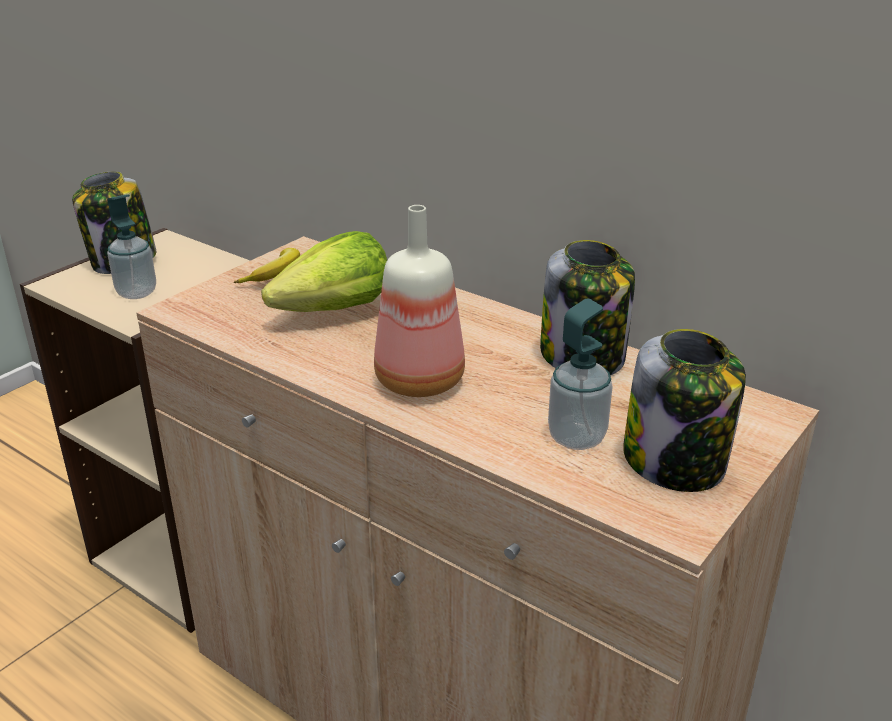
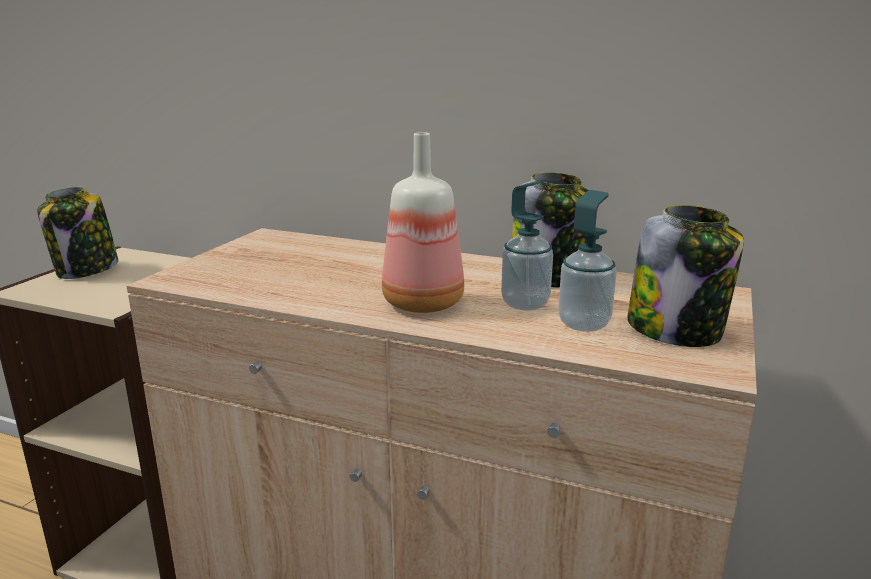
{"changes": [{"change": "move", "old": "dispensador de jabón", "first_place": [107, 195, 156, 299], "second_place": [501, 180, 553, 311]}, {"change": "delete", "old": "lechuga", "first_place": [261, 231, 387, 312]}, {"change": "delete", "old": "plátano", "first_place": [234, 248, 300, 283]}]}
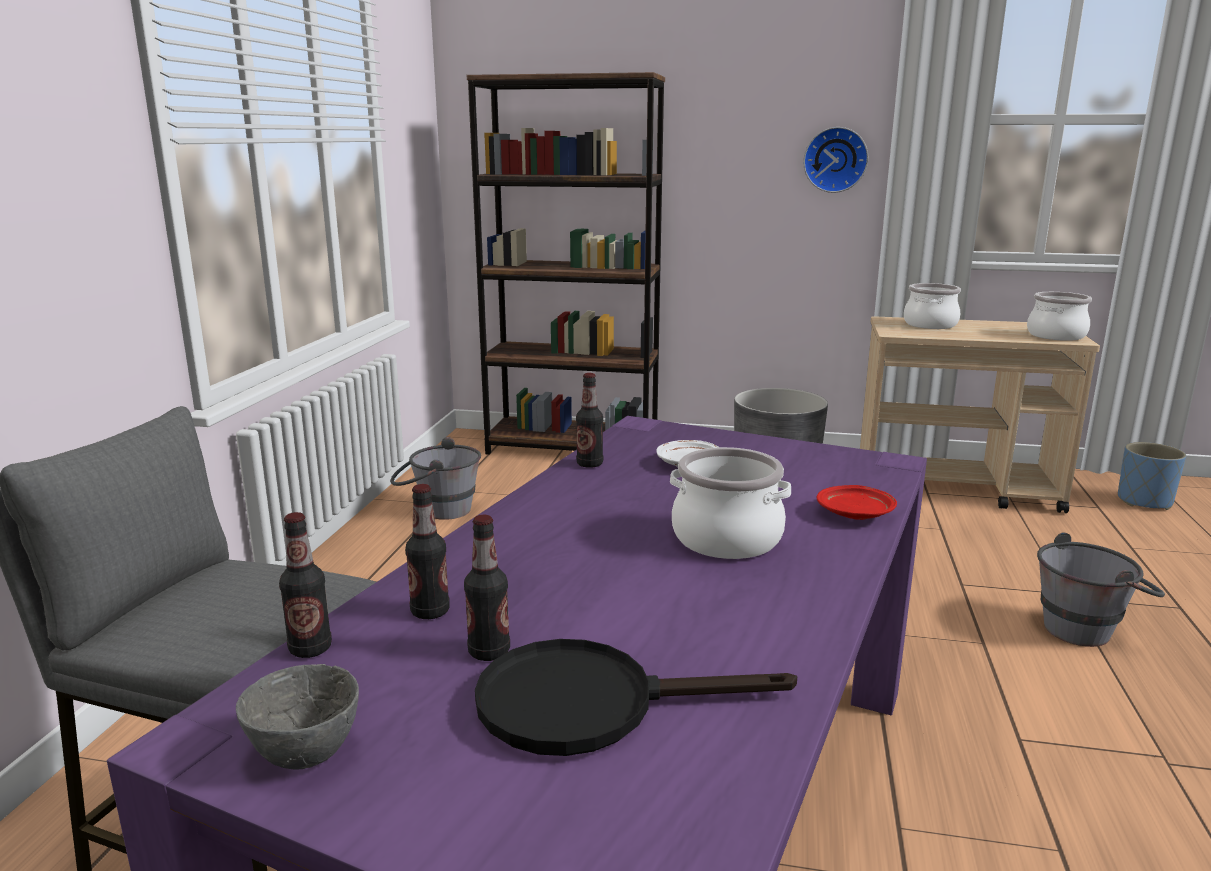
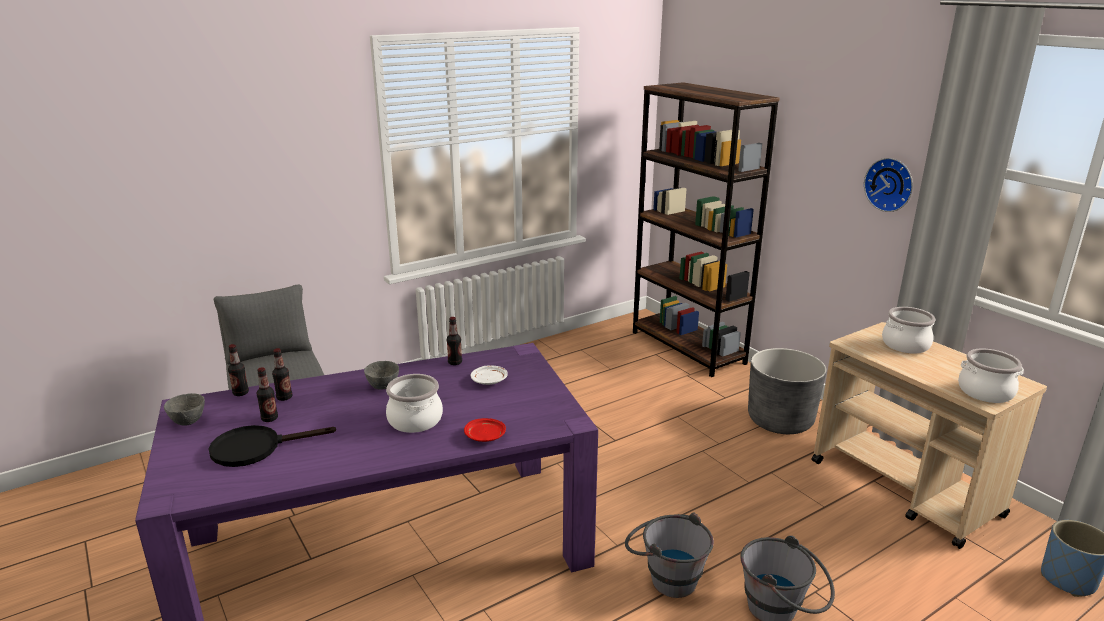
{"changes": [{"change": "move", "old": "cubo/gris", "first_place": [390, 437, 481, 520], "second_place": [625, 513, 714, 598]}, {"change": "rotate", "old": "sartén/negro", "first_place": [475, 639, 797, 756], "second_place": [208, 425, 336, 467], "degrees": -60}, {"change": "insert", "new": "cuenco/gris", "second_place": [364, 361, 399, 390]}]}
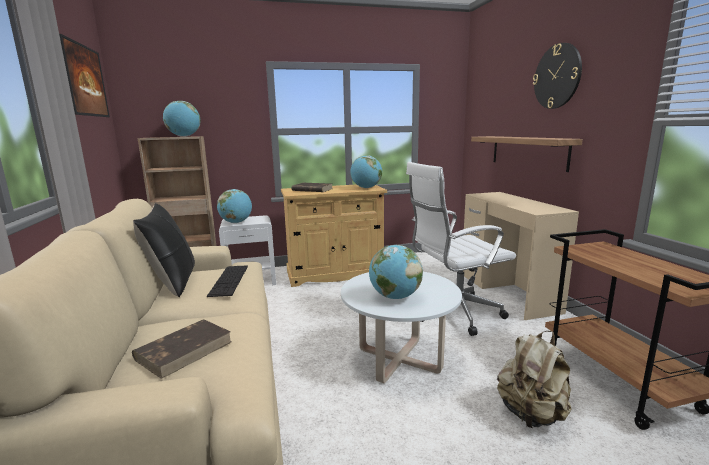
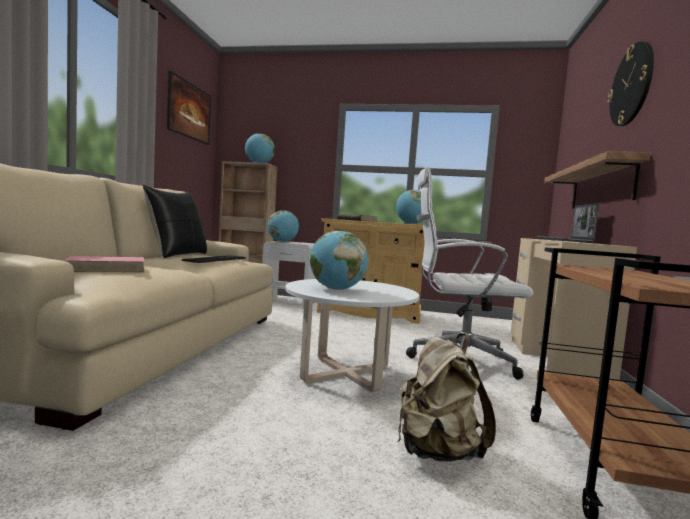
{"changes": [{"change": "recolor", "old": "libro/marrón", "new": "libro/rosa", "first_place": [132, 319, 232, 379], "second_place": [64, 256, 145, 272]}, {"change": "insert", "new": "portátil", "second_place": [536, 203, 599, 243]}]}
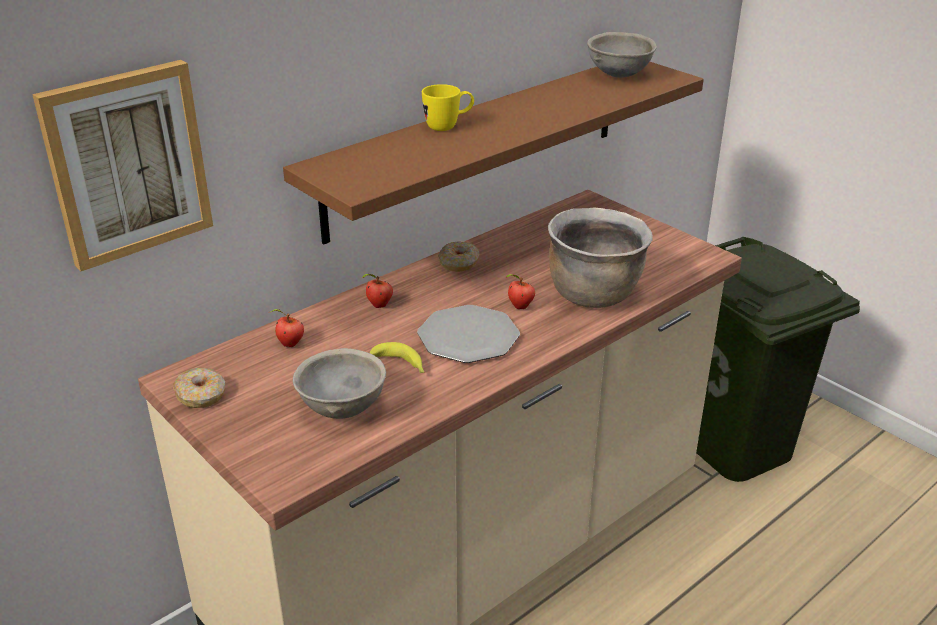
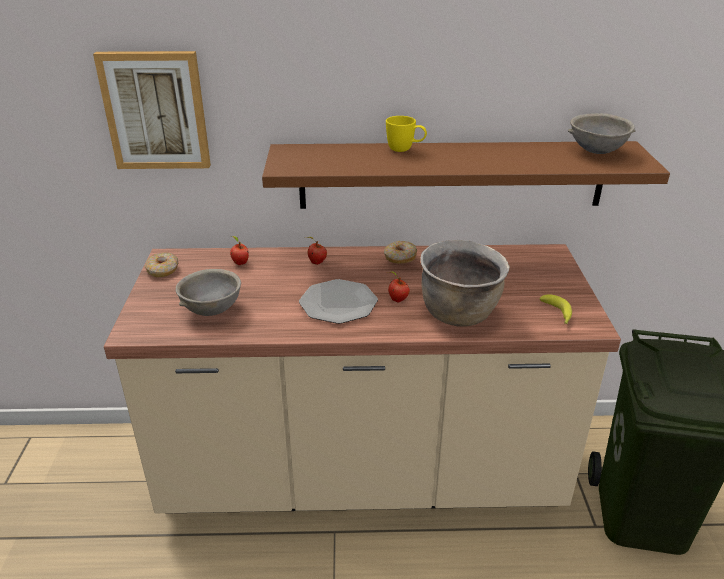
{"changes": [{"change": "move", "old": "plátano", "first_place": [370, 342, 425, 373], "second_place": [539, 295, 572, 324]}]}
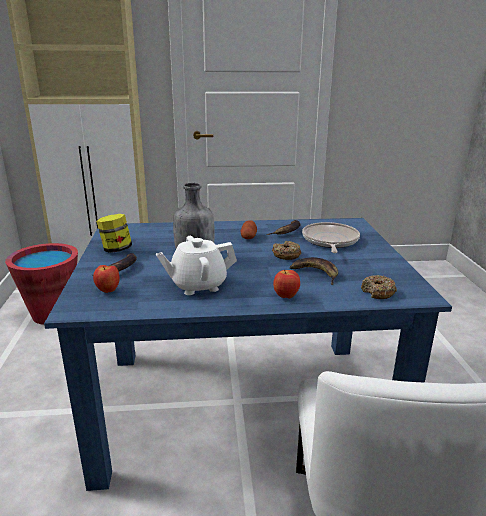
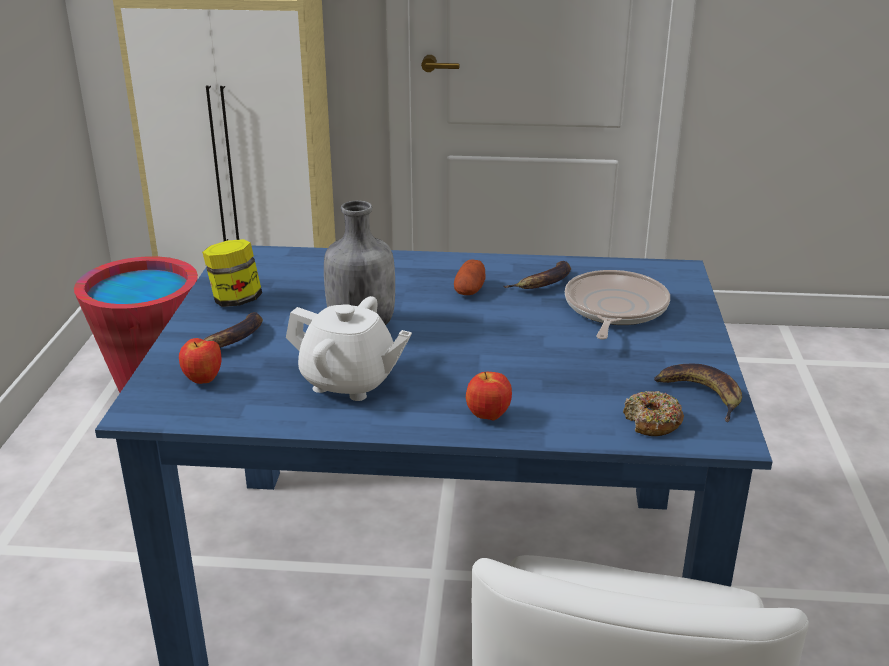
{"changes": [{"change": "rotate", "old": "tetera/blanco", "first_place": [156, 236, 237, 295], "second_place": [286, 296, 412, 401], "degrees": -150}, {"change": "delete", "old": "rosquilla", "first_place": [272, 241, 301, 260]}, {"change": "move", "old": "plátano", "first_place": [290, 257, 338, 285], "second_place": [654, 363, 742, 422]}]}
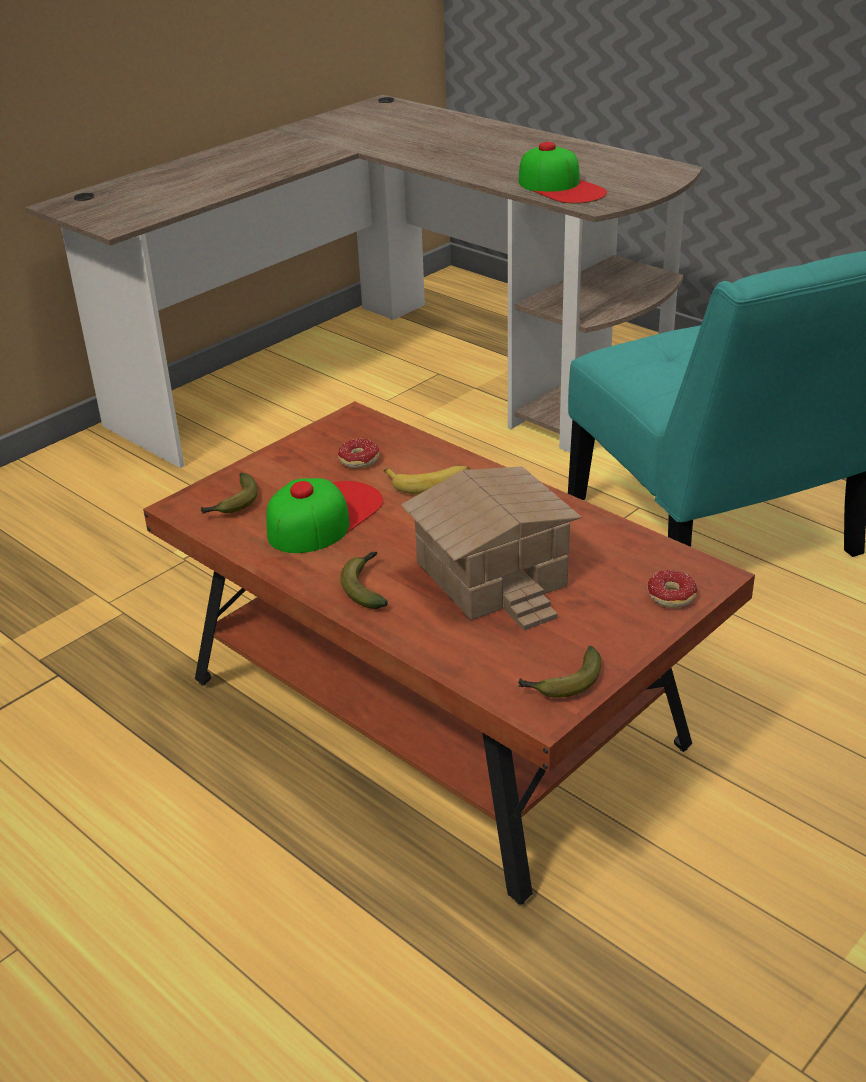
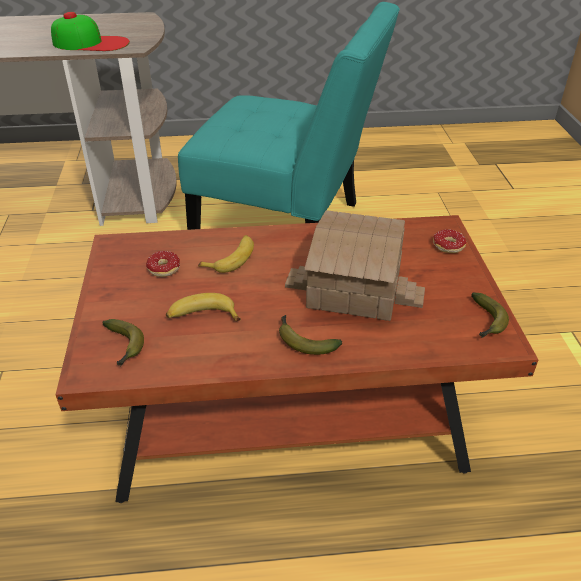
{"changes": [{"change": "replace", "old": "gorra", "new": "plátano", "first_place": [266, 478, 383, 553], "second_place": [166, 293, 241, 321]}]}
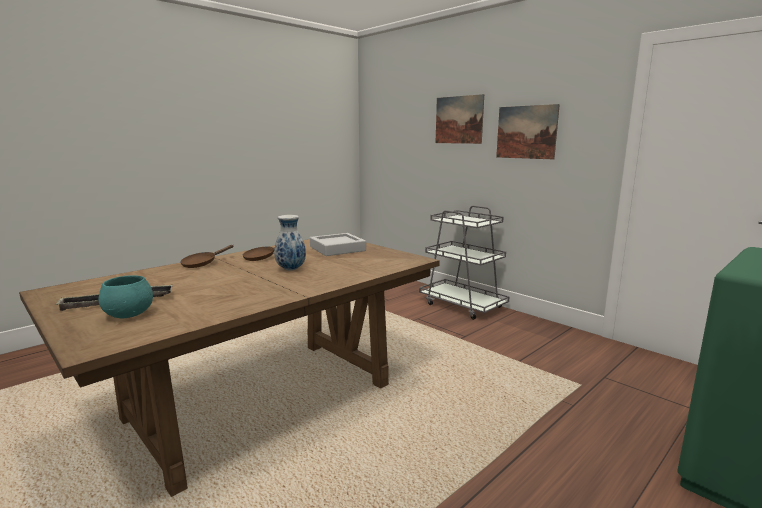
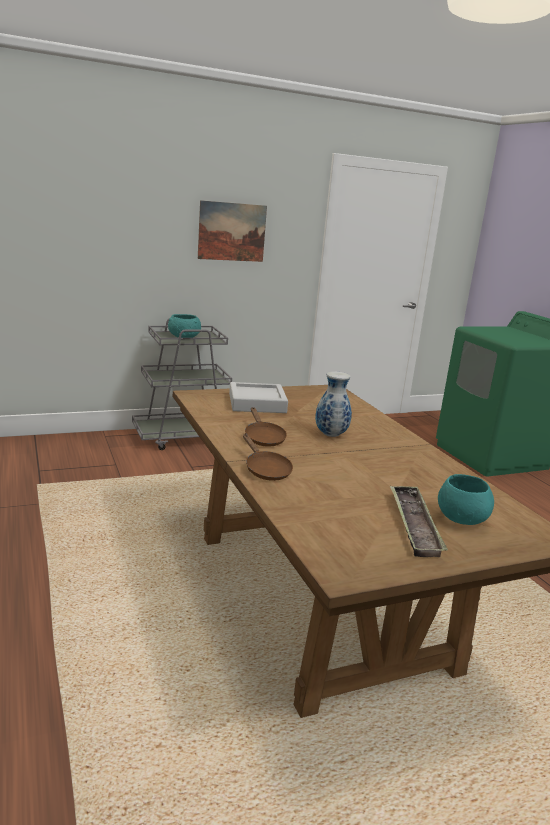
{"changes": [{"change": "delete", "old": "cuadro", "first_place": [436, 94, 484, 144]}, {"change": "insert", "new": "cuenco/turquesa", "second_place": [168, 314, 201, 338]}]}
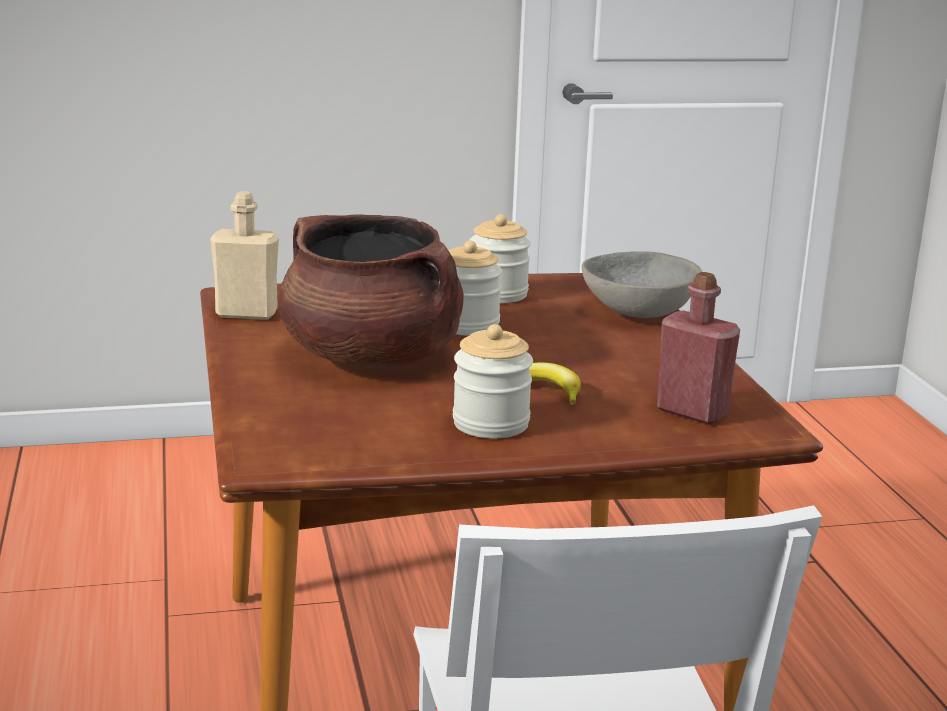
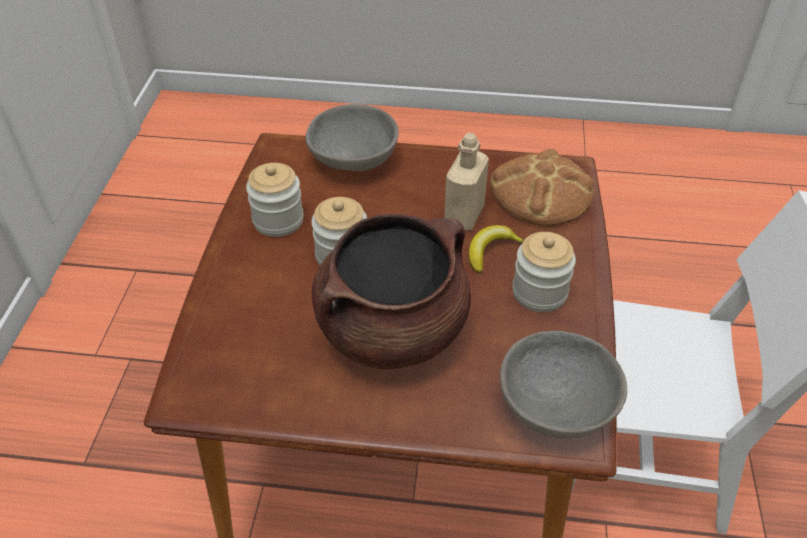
{"changes": [{"change": "move", "old": "botella/beis", "first_place": [210, 191, 279, 320], "second_place": [444, 133, 489, 230]}, {"change": "replace", "old": "botella/rojo", "new": "pan", "first_place": [657, 272, 740, 425], "second_place": [490, 149, 594, 227]}, {"change": "insert", "new": "cuenco/gris", "second_place": [500, 331, 627, 438]}]}
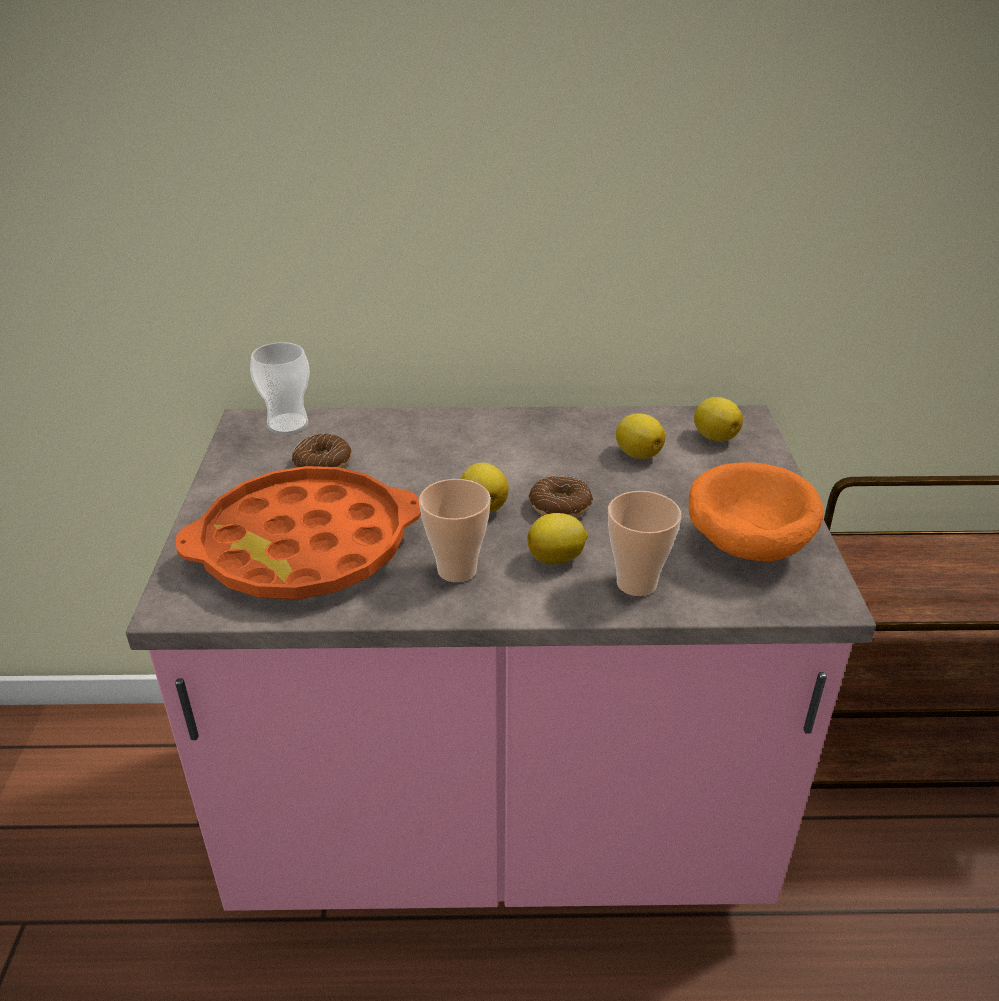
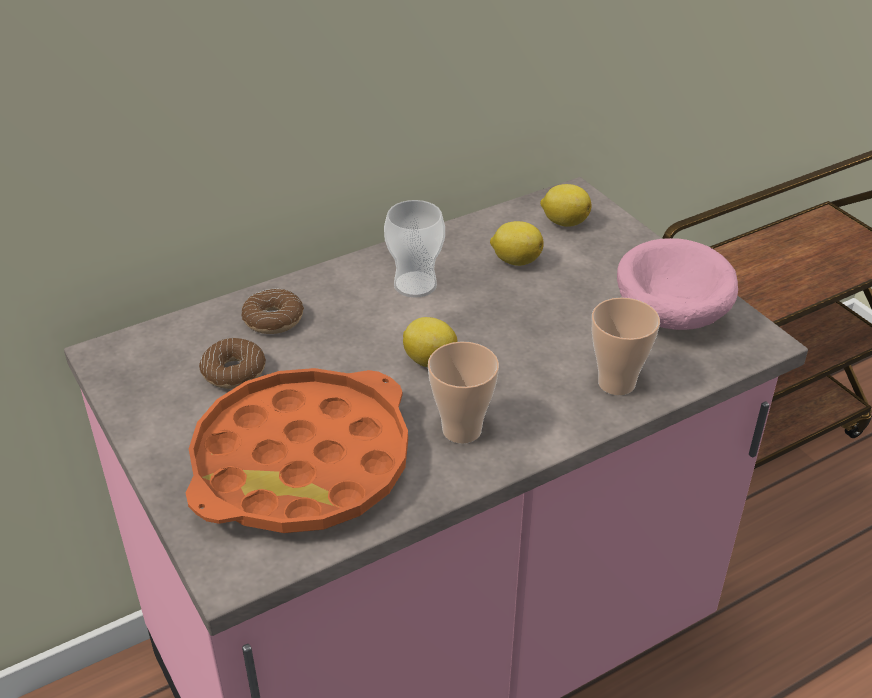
{"changes": [{"change": "move", "old": "taza", "first_place": [250, 342, 310, 434], "second_place": [384, 200, 445, 298]}, {"change": "recolor", "old": "cuenco/naranja", "new": "cuenco/rosa", "first_place": [689, 462, 824, 562], "second_place": [617, 238, 738, 330]}, {"change": "move", "old": "rosquilla", "first_place": [529, 476, 593, 518], "second_place": [242, 289, 304, 334]}, {"change": "delete", "old": "limón", "first_place": [528, 513, 588, 565]}]}
